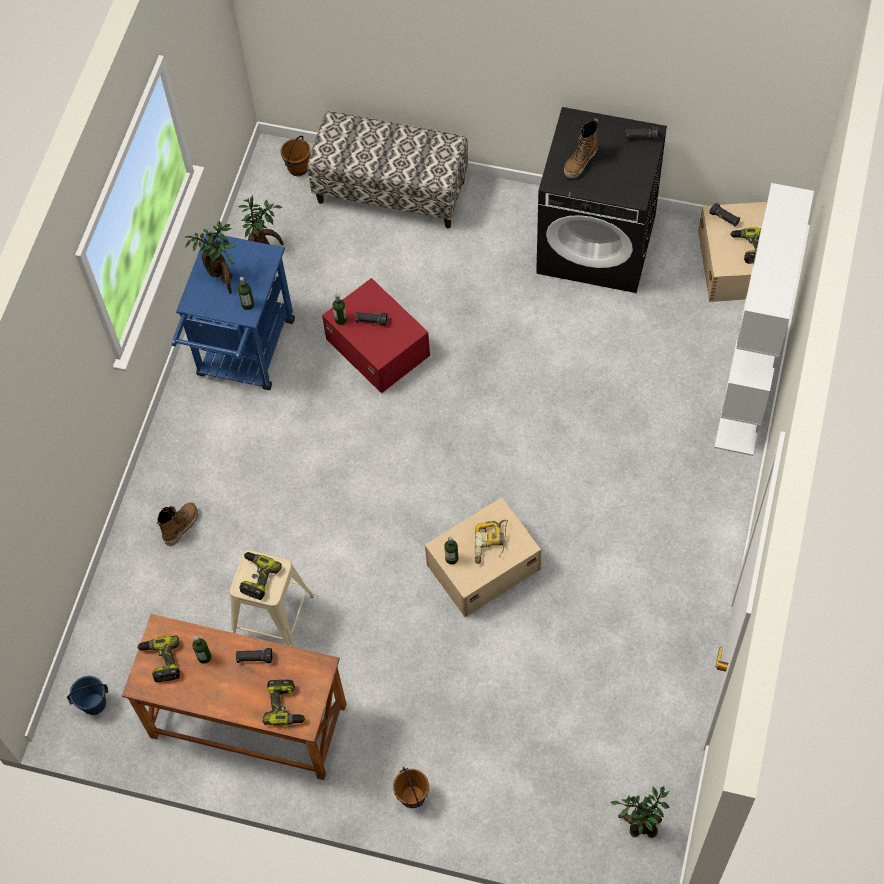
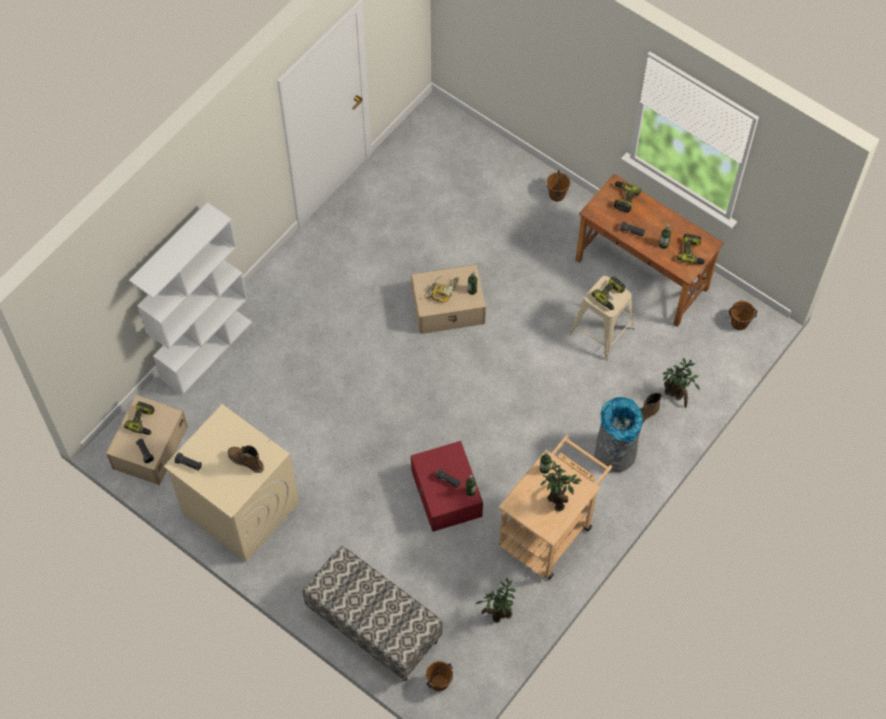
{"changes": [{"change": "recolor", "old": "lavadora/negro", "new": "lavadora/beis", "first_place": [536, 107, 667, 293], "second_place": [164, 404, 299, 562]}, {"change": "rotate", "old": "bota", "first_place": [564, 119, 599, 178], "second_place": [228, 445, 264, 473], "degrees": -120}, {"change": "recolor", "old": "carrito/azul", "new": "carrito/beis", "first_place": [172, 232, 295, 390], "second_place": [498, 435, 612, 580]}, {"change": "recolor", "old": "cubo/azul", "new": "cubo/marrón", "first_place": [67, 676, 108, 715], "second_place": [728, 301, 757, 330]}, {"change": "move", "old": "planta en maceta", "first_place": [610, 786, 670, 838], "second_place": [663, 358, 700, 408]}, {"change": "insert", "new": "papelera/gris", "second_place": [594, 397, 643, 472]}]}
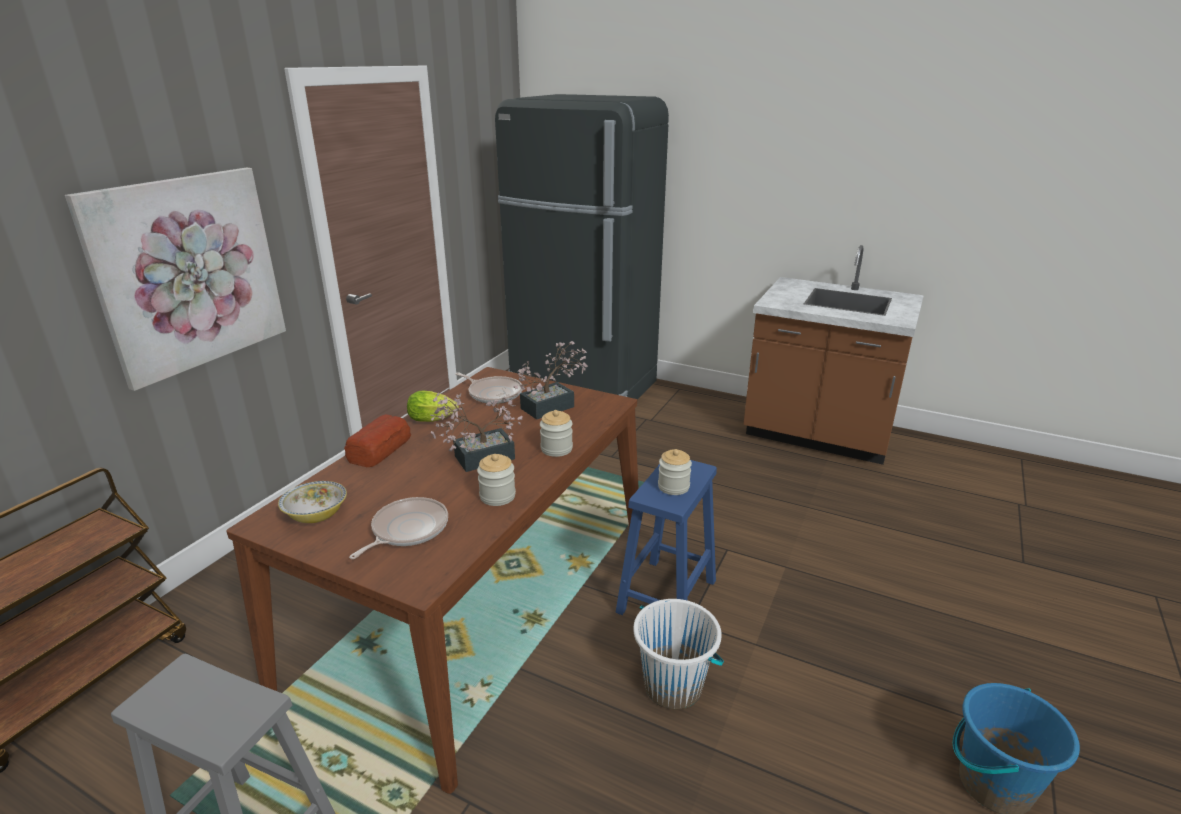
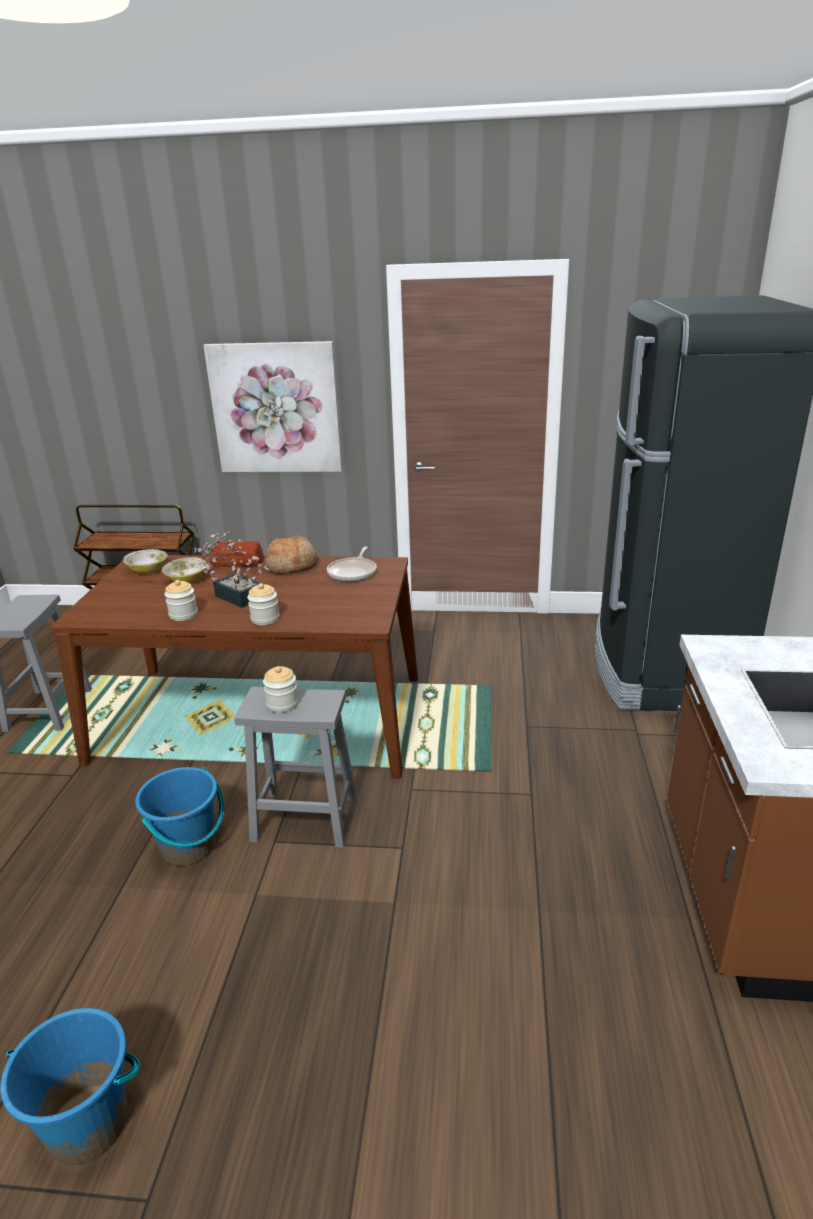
{"changes": [{"change": "delete", "old": "planta en maceta", "first_place": [514, 341, 588, 420]}, {"change": "replace", "old": "lechuga", "new": "pan", "first_place": [407, 390, 459, 422], "second_place": [264, 536, 318, 574]}, {"change": "recolor", "old": "taburete/azul", "new": "taburete/gris", "first_place": [616, 460, 717, 615], "second_place": [234, 687, 357, 848]}, {"change": "delete", "old": "sartén", "first_place": [349, 497, 448, 559]}, {"change": "recolor", "old": "cubo/blanco", "new": "cubo/azul", "first_place": [633, 599, 724, 710], "second_place": [135, 767, 224, 866]}, {"change": "insert", "new": "cuenco", "second_place": [162, 557, 207, 583]}]}
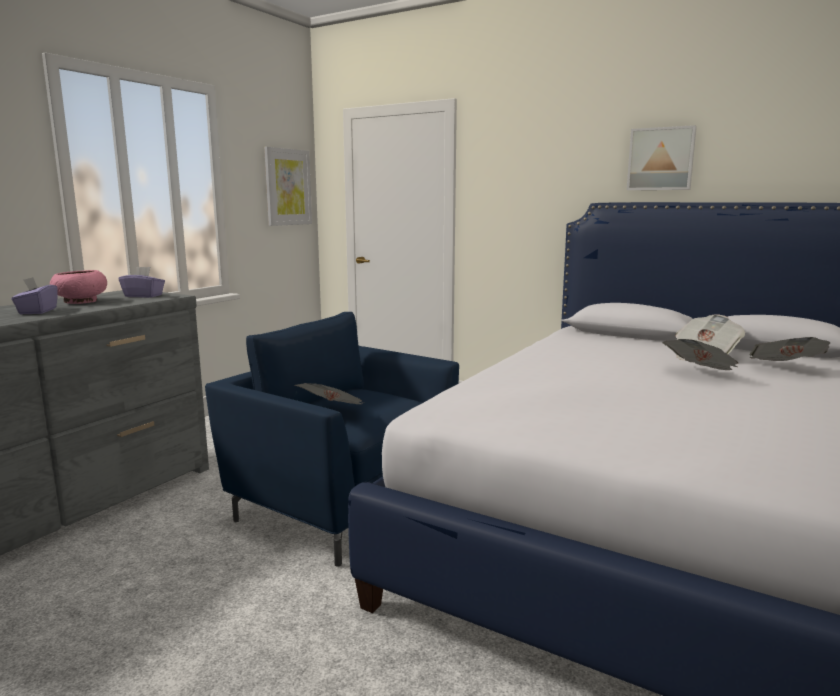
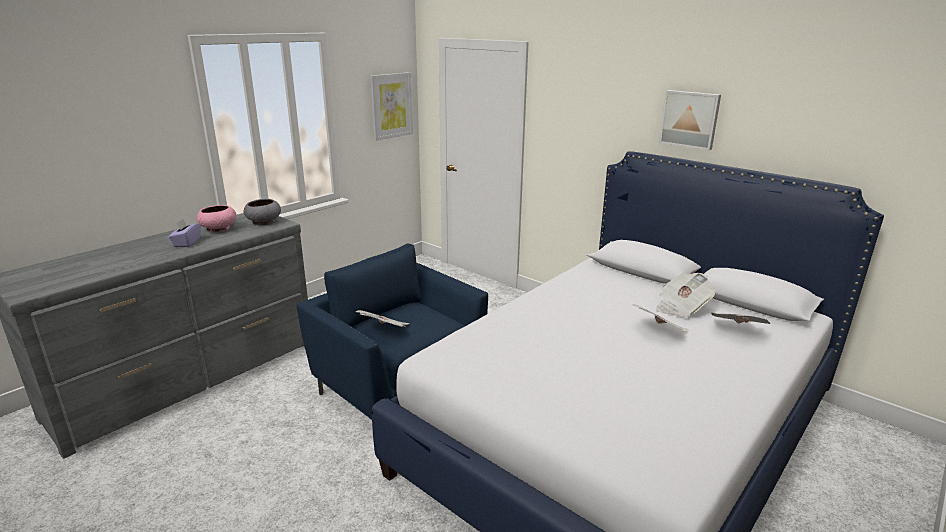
{"changes": [{"change": "replace", "old": "caja de pañuelos/morado", "new": "cuenco/gris", "first_place": [119, 267, 165, 298], "second_place": [244, 199, 281, 225]}]}
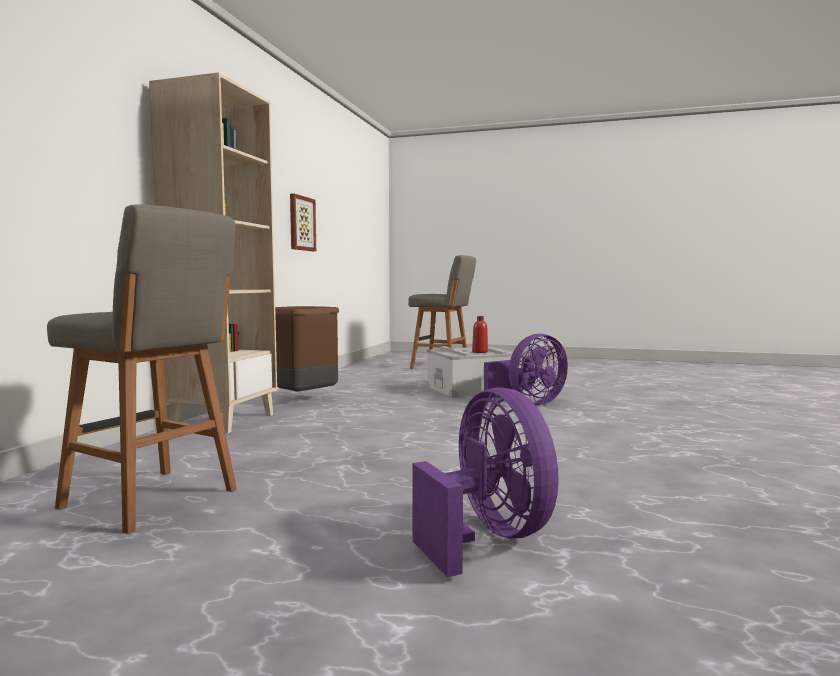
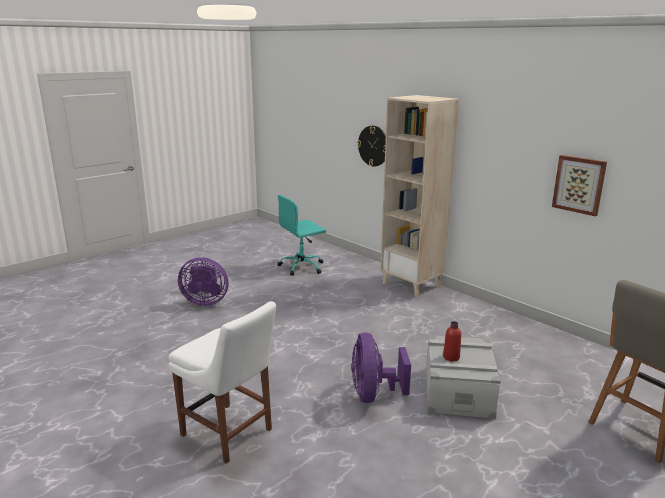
{"changes": [{"change": "replace", "old": "taburete/gris", "new": "silla de oficina/turquesa", "first_place": [47, 205, 237, 534], "second_place": [277, 195, 326, 276]}, {"change": "delete", "old": "papelera/marrón", "first_place": [275, 306, 339, 391]}, {"change": "insert", "new": "reloj de pared", "second_place": [357, 126, 386, 167]}, {"change": "insert", "new": "silla/blanco", "second_place": [169, 301, 276, 464]}]}
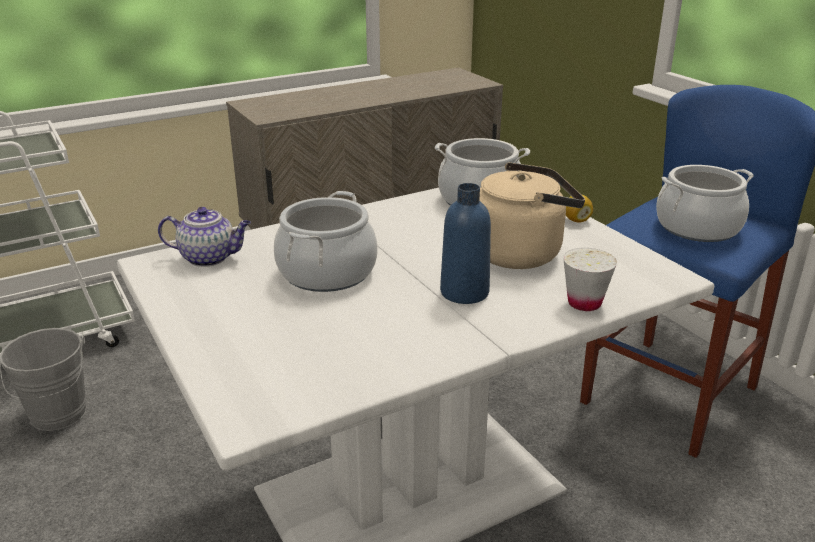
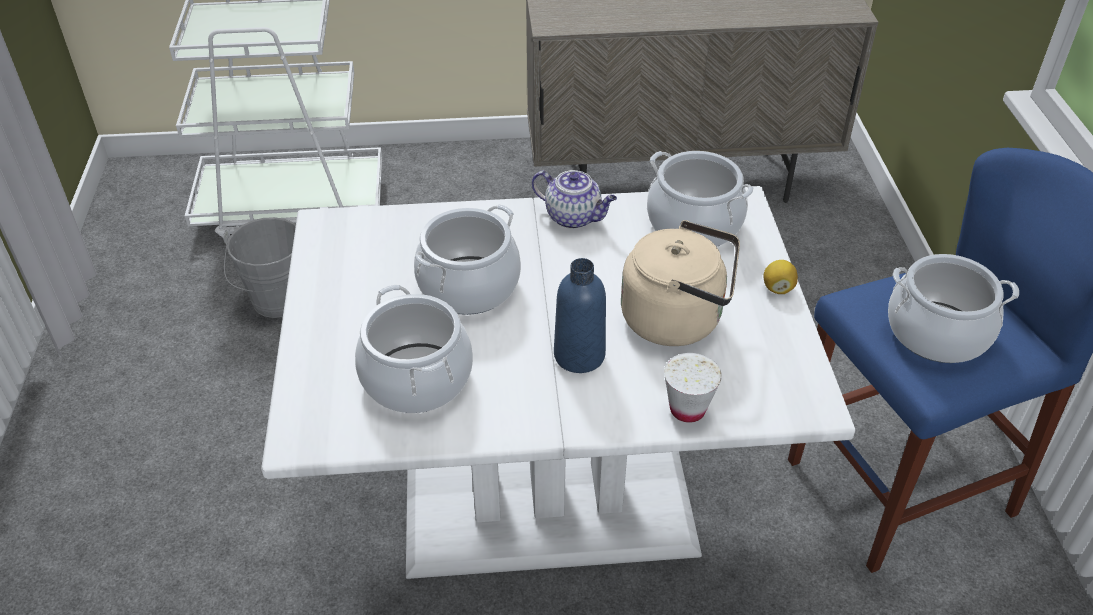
{"changes": [{"change": "move", "old": "tetera", "first_place": [158, 207, 251, 267], "second_place": [532, 170, 617, 229]}, {"change": "insert", "new": "olla", "second_place": [355, 285, 473, 413]}]}
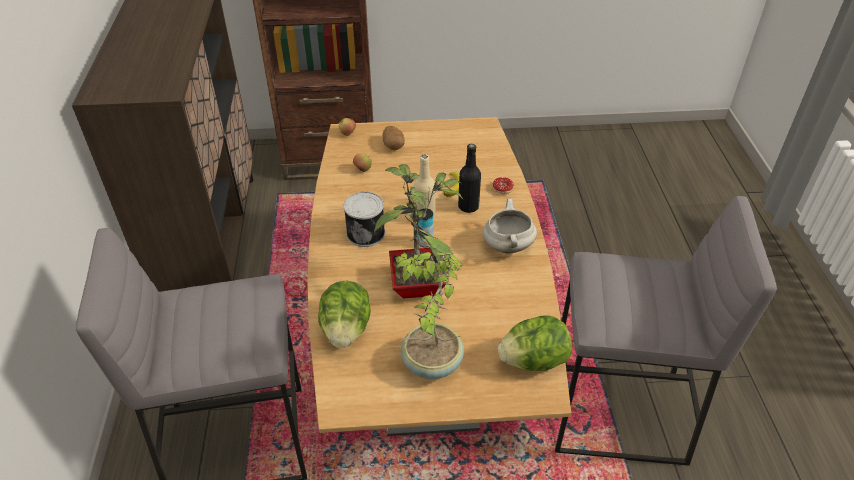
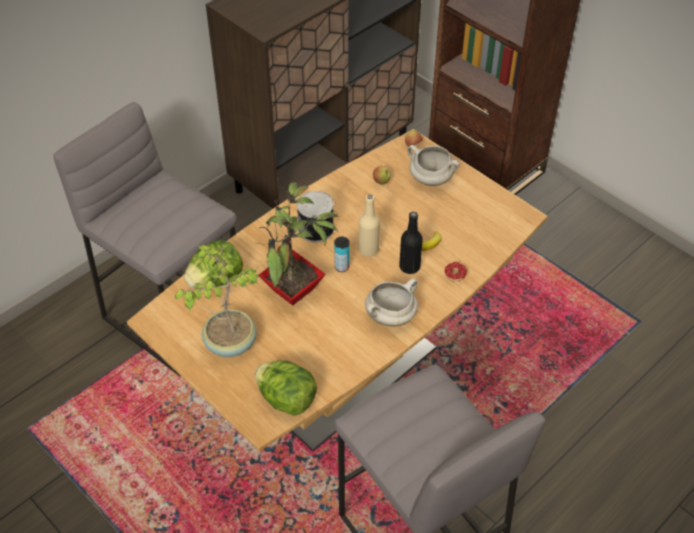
{"changes": [{"change": "replace", "old": "patata", "new": "olla/blanco", "first_place": [383, 126, 405, 150], "second_place": [407, 145, 460, 186]}]}
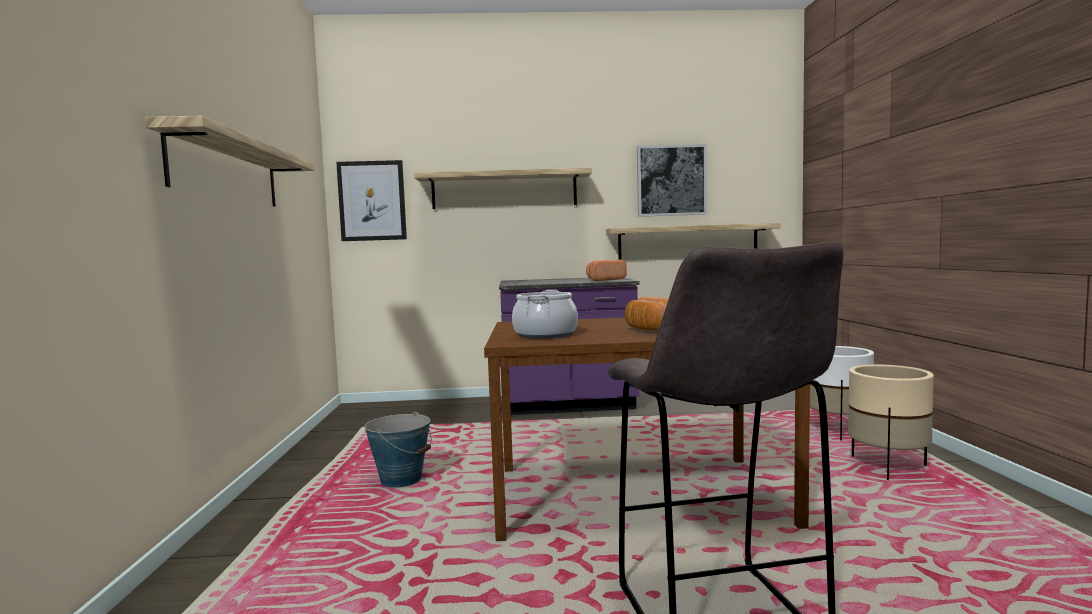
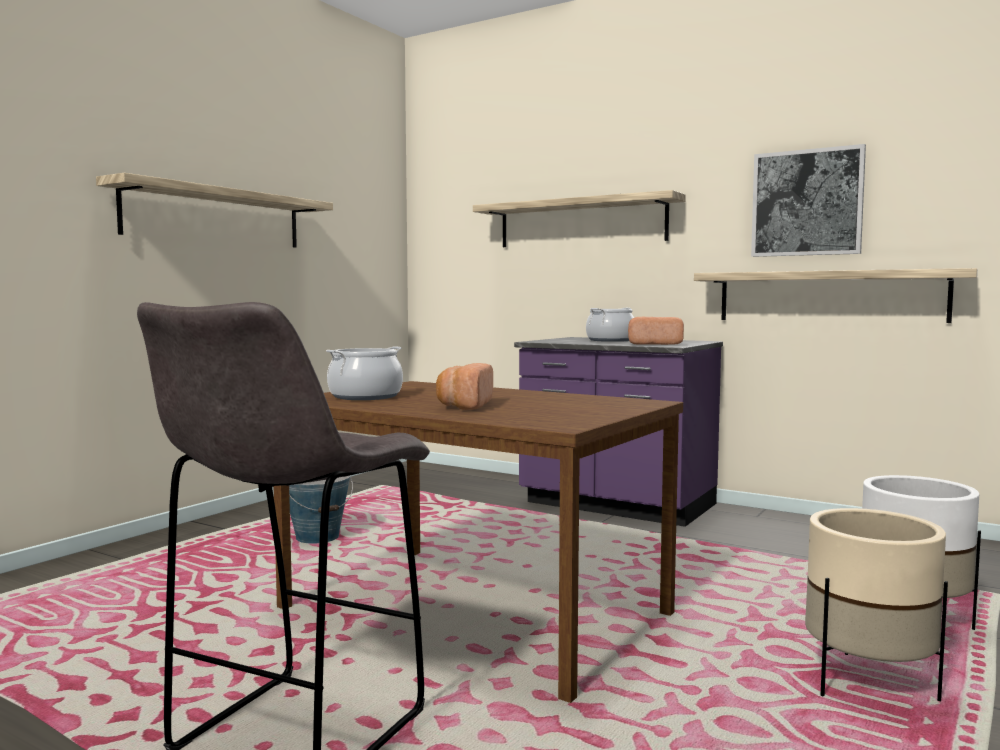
{"changes": [{"change": "delete", "old": "cuadro", "first_place": [336, 160, 407, 241]}, {"change": "insert", "new": "olla", "second_place": [586, 308, 634, 342]}]}
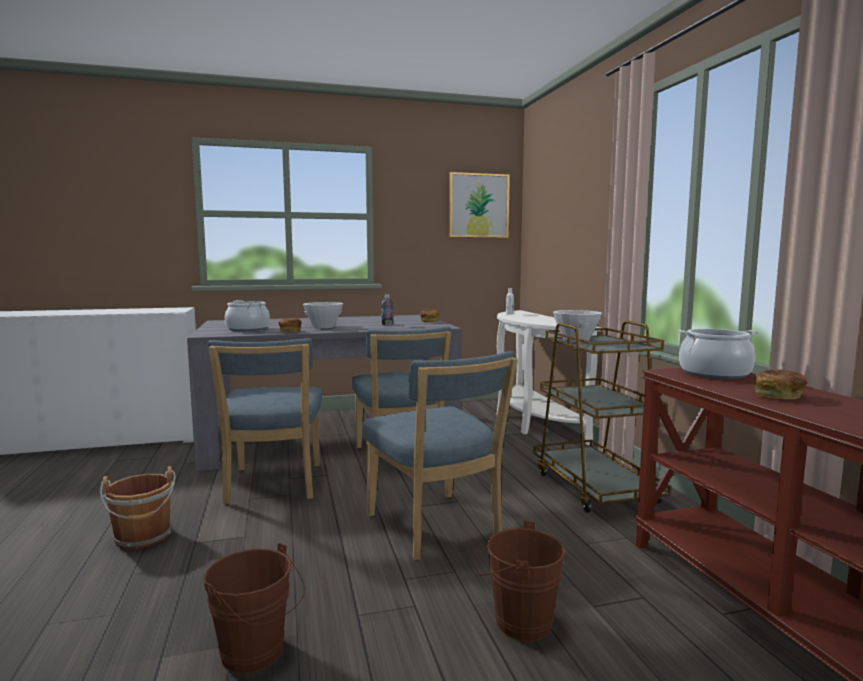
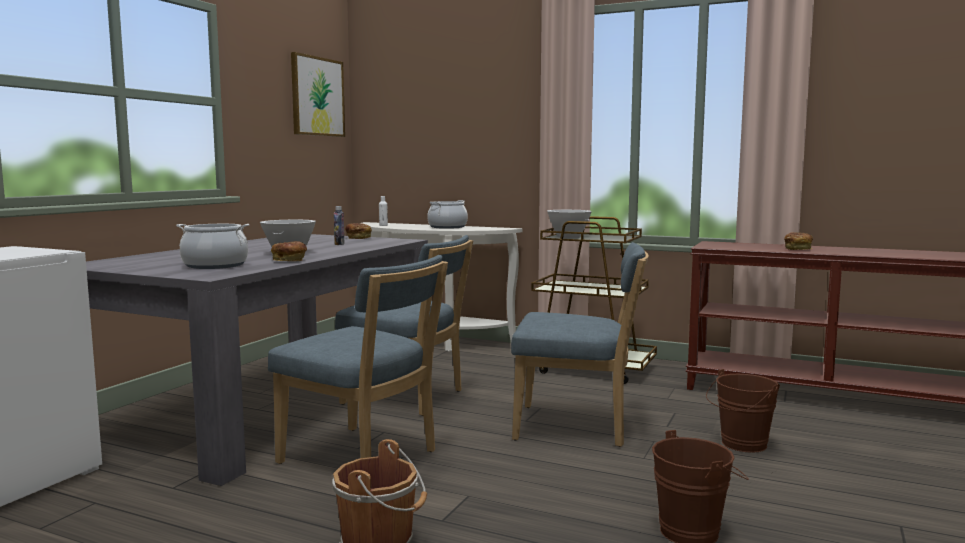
{"changes": [{"change": "move", "old": "olla", "first_place": [679, 329, 758, 379], "second_place": [427, 200, 468, 229]}]}
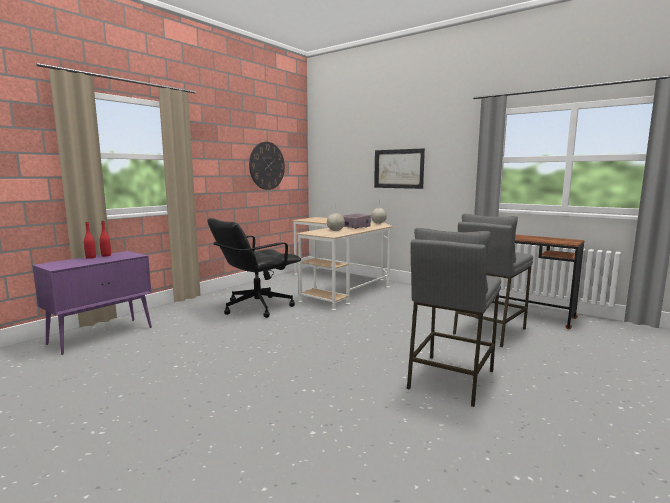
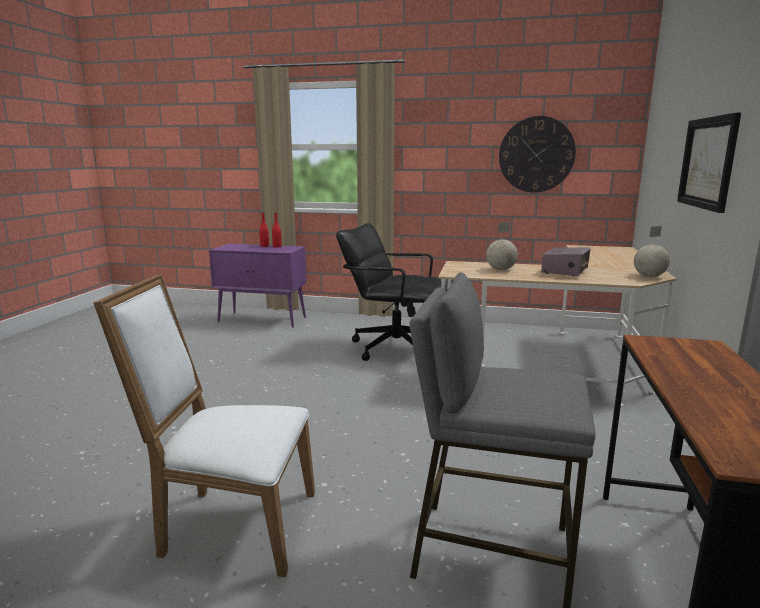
{"changes": [{"change": "replace", "old": "taburete/gris", "new": "silla/blanco", "first_place": [407, 228, 501, 407], "second_place": [93, 274, 315, 577]}]}
